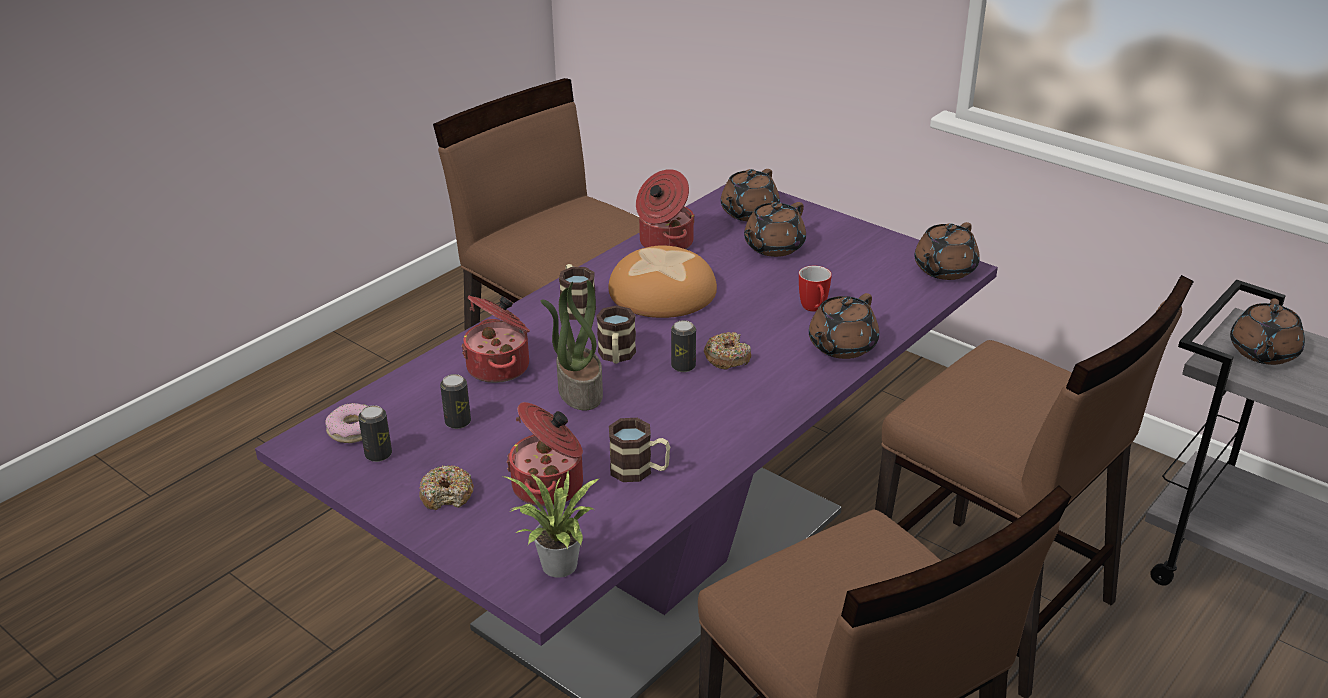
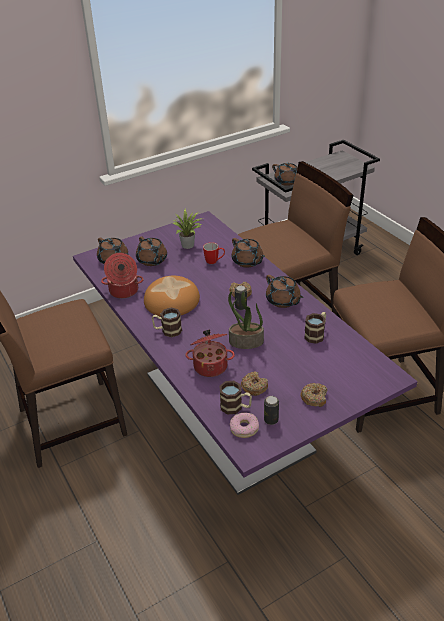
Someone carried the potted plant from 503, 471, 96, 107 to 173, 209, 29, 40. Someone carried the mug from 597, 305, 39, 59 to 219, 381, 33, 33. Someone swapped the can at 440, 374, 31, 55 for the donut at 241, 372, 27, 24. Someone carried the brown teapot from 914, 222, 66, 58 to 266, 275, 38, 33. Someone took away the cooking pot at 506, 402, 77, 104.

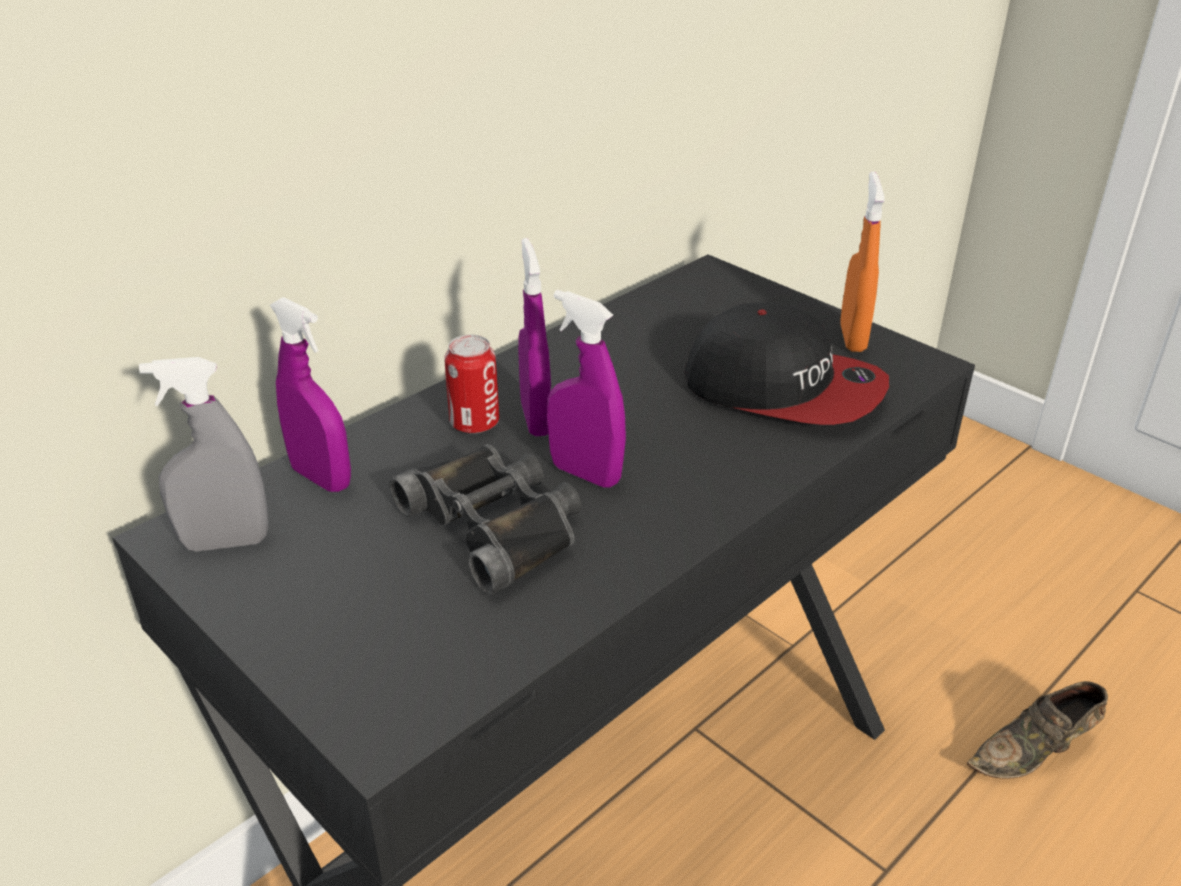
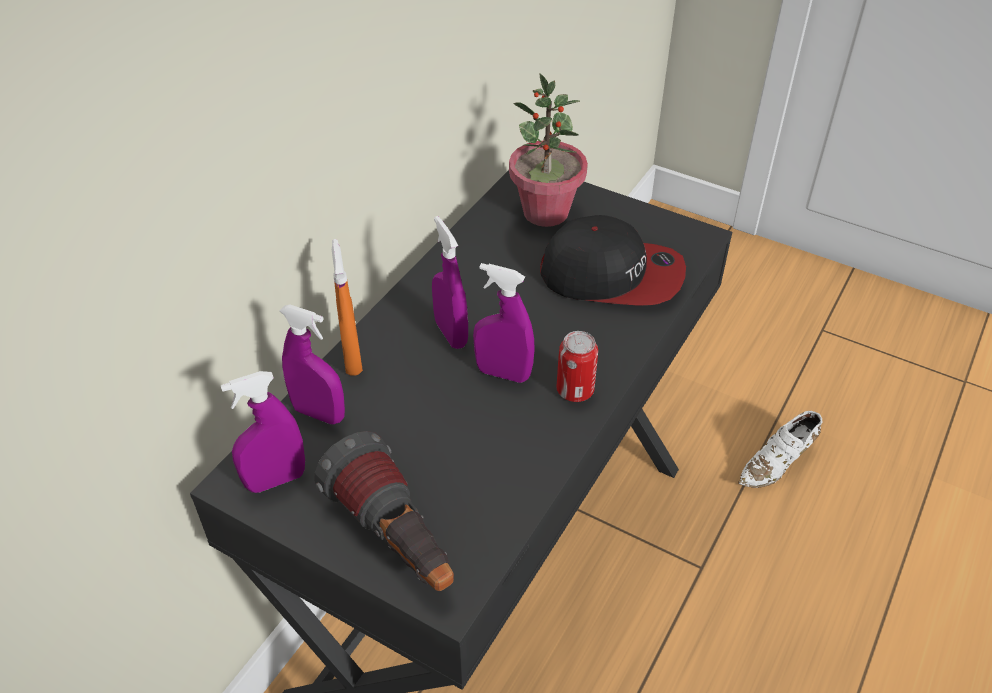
Someone repainted the grey spray bottle at 139, 357, 130, 195, which became the purple spray bottle at 221, 371, 84, 122. Someone put down the flashlight at 315, 431, 139, 160. Someone carried the orange spray bottle from 840, 172, 45, 180 to 332, 239, 31, 137. Someone put down the potted plant at 509, 73, 79, 154. Someone carried the can from 444, 335, 55, 99 to 556, 331, 42, 71. Someone repainted the brown shoe at 967, 681, 141, 98, which became the white shoe at 739, 411, 83, 77. Someone took away the black binoculars at 390, 444, 191, 151.

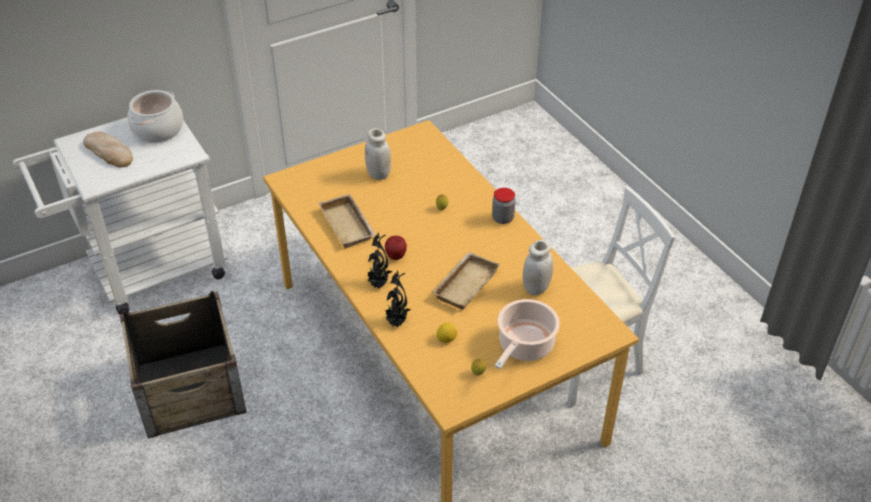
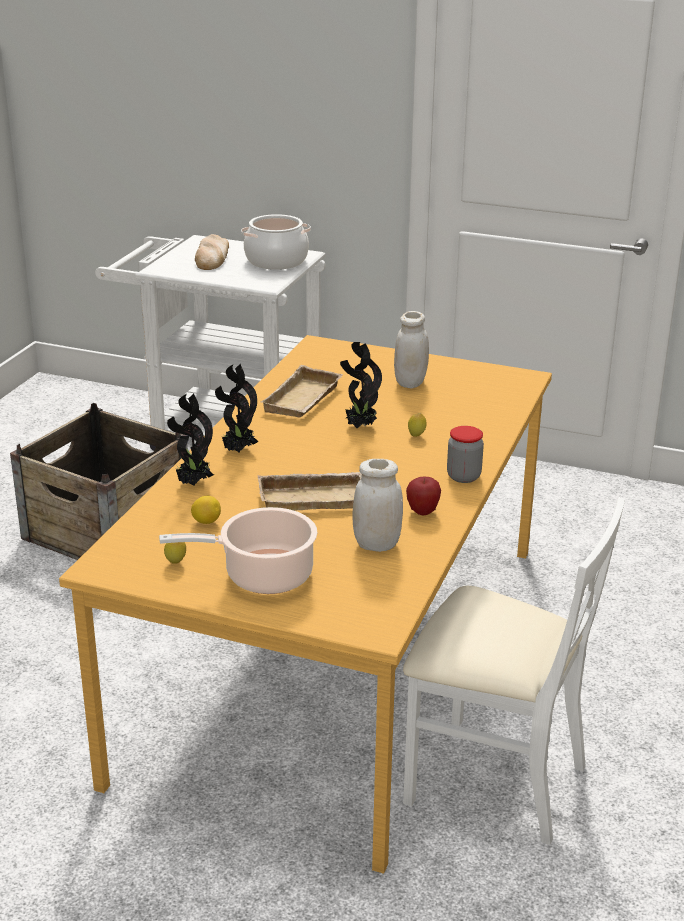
Someone put down the potted plant at 340, 342, 42, 86. Someone carried the apple from 385, 236, 22, 24 to 406, 477, 35, 38.

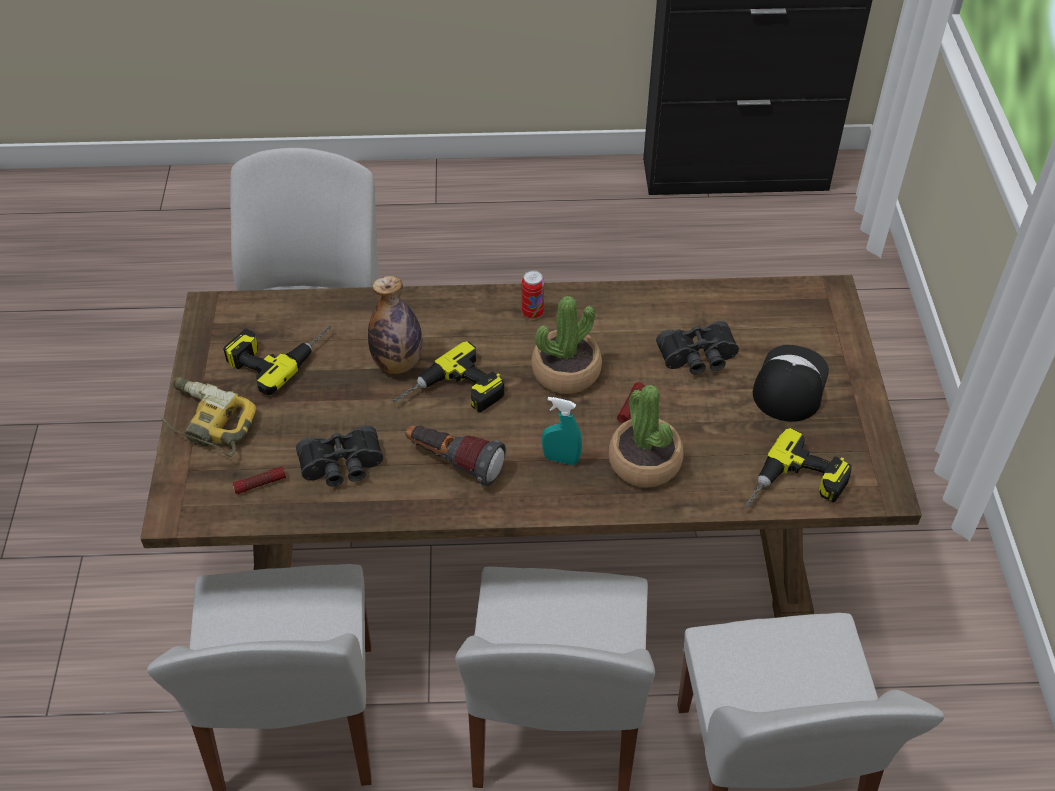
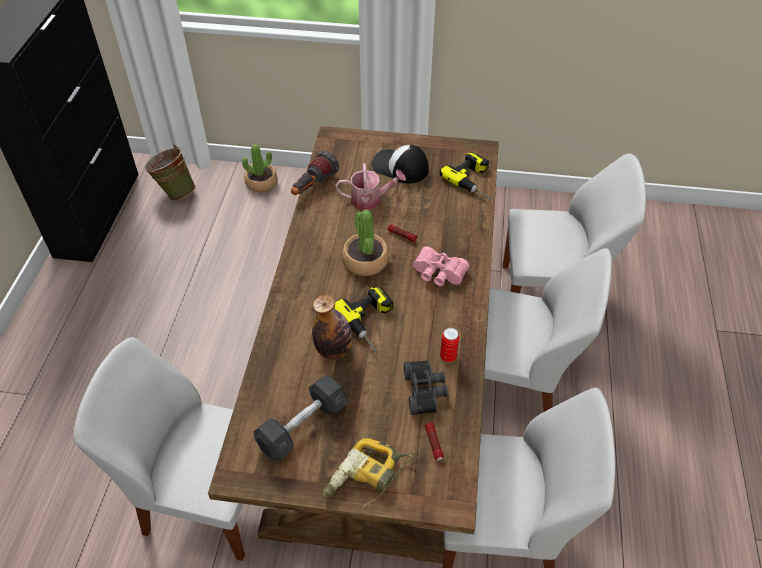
Someone put down the green bucket at 144, 145, 52, 56. Someone carried the potted plant from 608, 385, 76, 103 to 242, 144, 35, 48. Someone swapped the power drill at 223, 326, 108, 69 for the grey dumbbell at 254, 375, 94, 86. Someone carried the flashlight from 405, 425, 101, 62 to 291, 151, 48, 44. Someone swapped the black binoculars at 656, 321, 83, 53 for the watering can at 336, 163, 70, 47. Someone swapped the turquoise spray bottle at 542, 397, 40, 68 for the pink binoculars at 413, 246, 57, 40. Someone carried the can from 522, 270, 22, 49 to 440, 328, 19, 34.

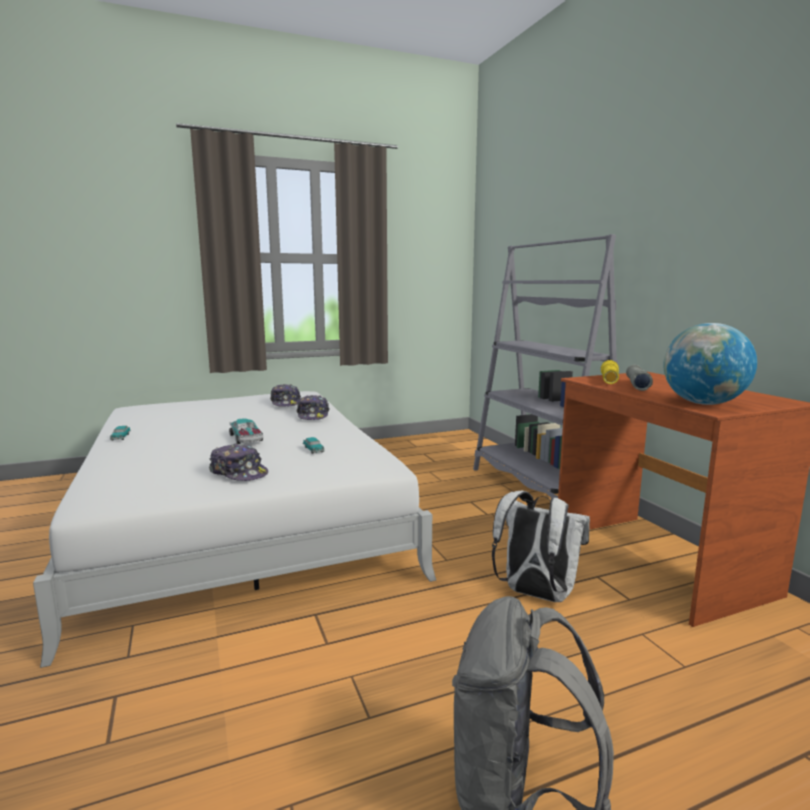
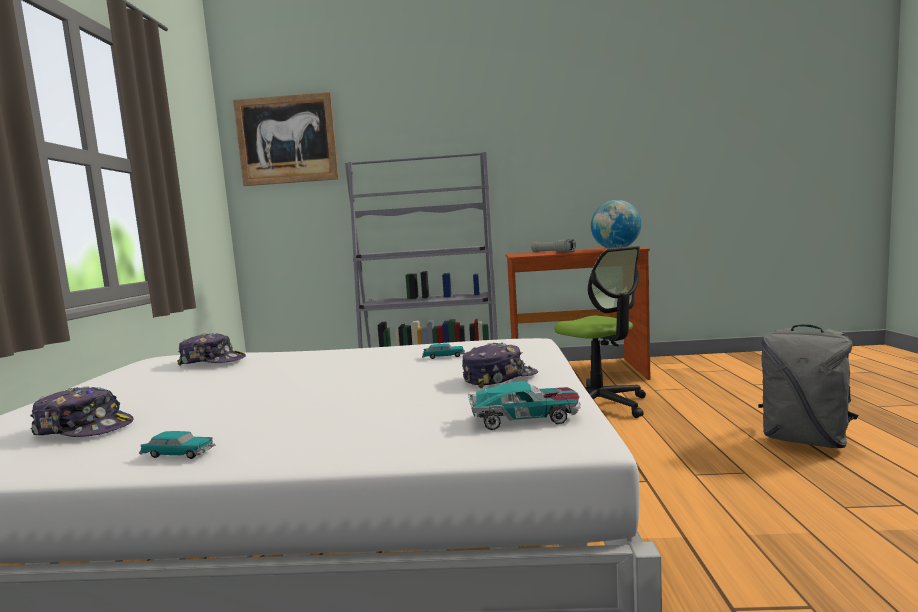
Someone carried the cap from 297, 395, 33, 25 to 30, 387, 103, 50. Someone put up the picture at 233, 92, 106, 94. Someone carried the toy car from 229, 418, 34, 26 to 468, 381, 113, 49. Someone swapped the white backpack at 492, 491, 98, 111 for the office chair at 554, 246, 92, 172. Someone took away the yellow flashlight at 601, 360, 18, 24.

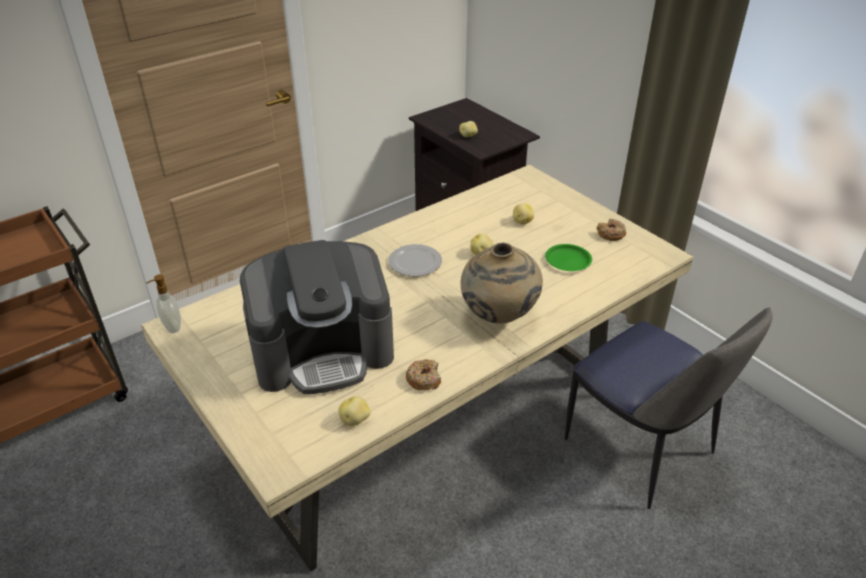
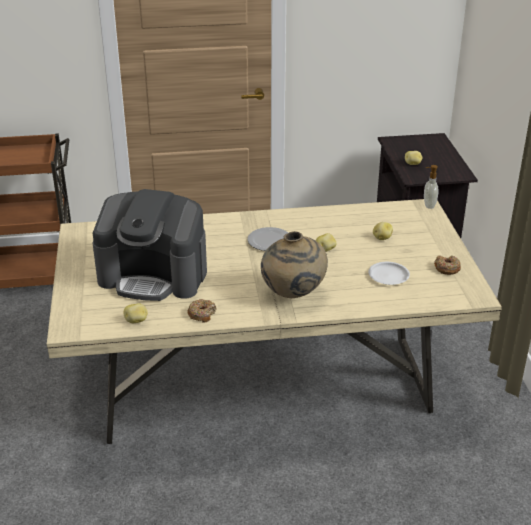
Someone repainted the green plate at 545, 244, 47, 27, which became the white plate at 368, 262, 42, 23. Someone carried the soap dispenser from 147, 274, 34, 59 to 424, 165, 15, 44. Someone took away the chair at 565, 308, 208, 201.

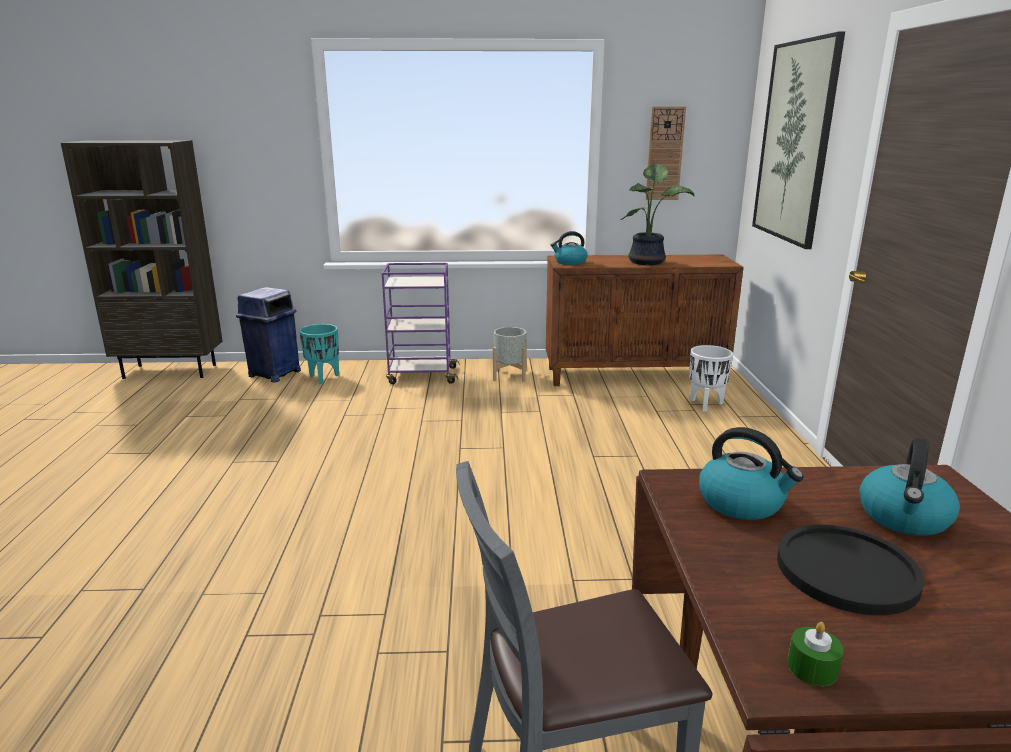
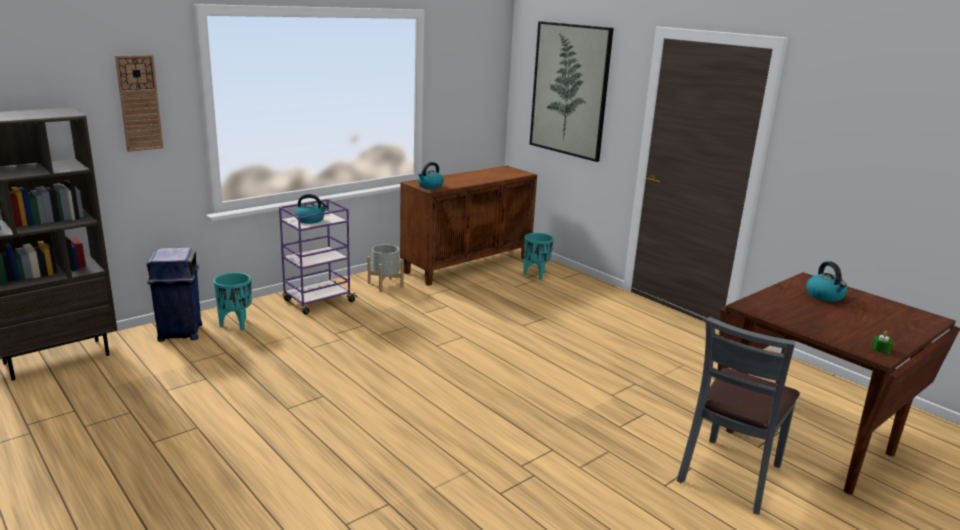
Someone carried the wall clock from 645, 107, 41, 93 to 115, 55, 48, 97. Someone carried the kettle from 699, 427, 104, 93 to 295, 194, 33, 30. Someone repainted the white planter at 689, 345, 44, 67, which became the turquoise planter at 524, 233, 30, 47. Someone took away the potted plant at 621, 163, 73, 102. Someone took away the black plate at 777, 525, 148, 90.

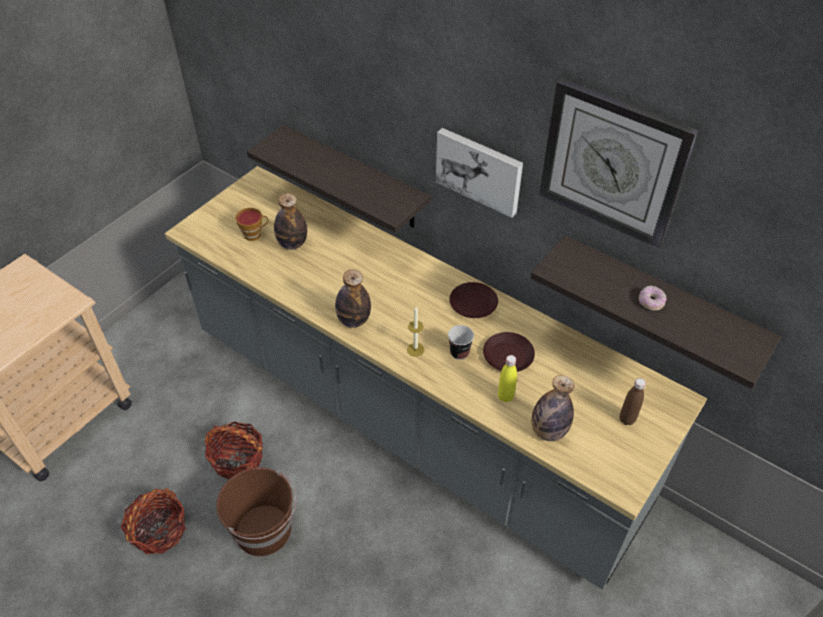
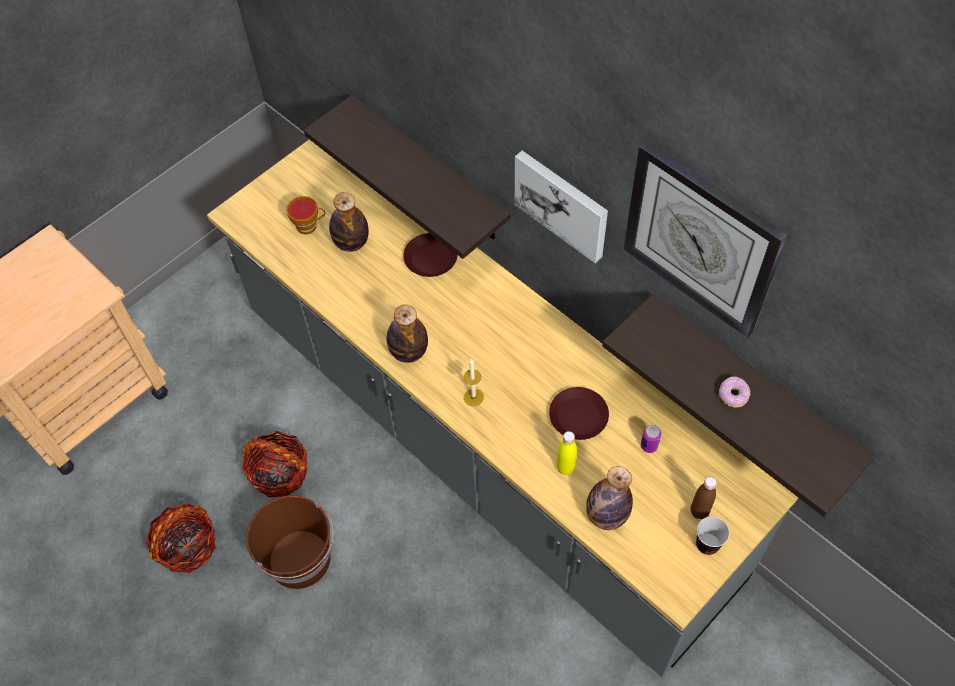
Someone carried the brown plate from 450, 282, 48, 36 to 403, 233, 55, 44. Someone put down the can at 641, 425, 20, 28. Someone carried the cup from 448, 325, 26, 35 to 696, 516, 34, 39.

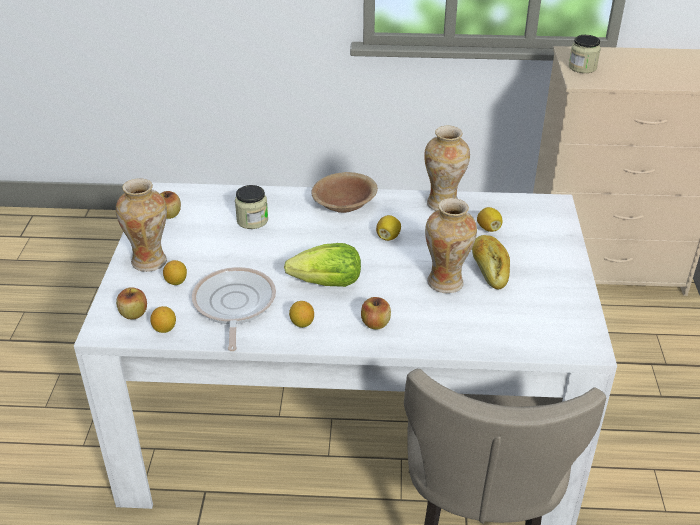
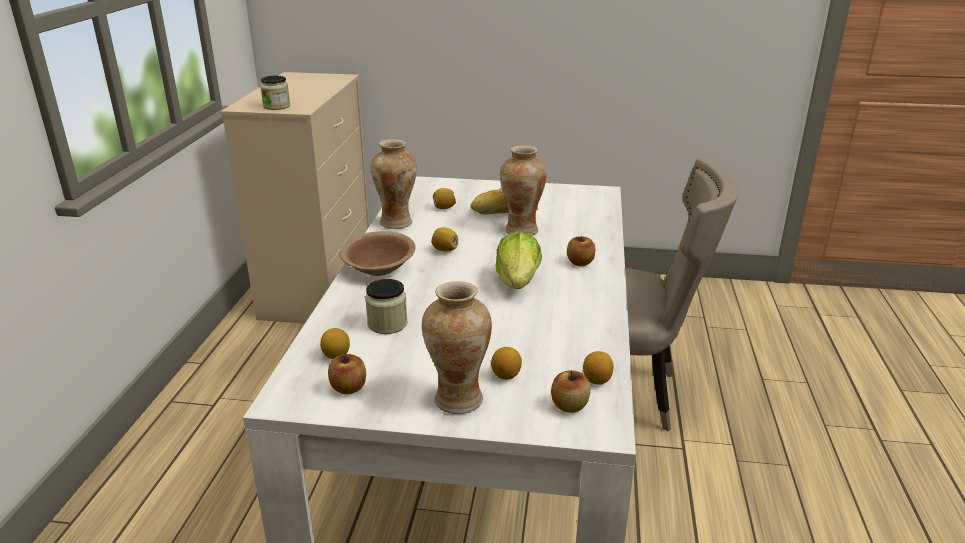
Someone carried the lemon from 289, 301, 25, 27 to 320, 328, 30, 31. Someone took away the frying pan at 192, 267, 84, 84.

